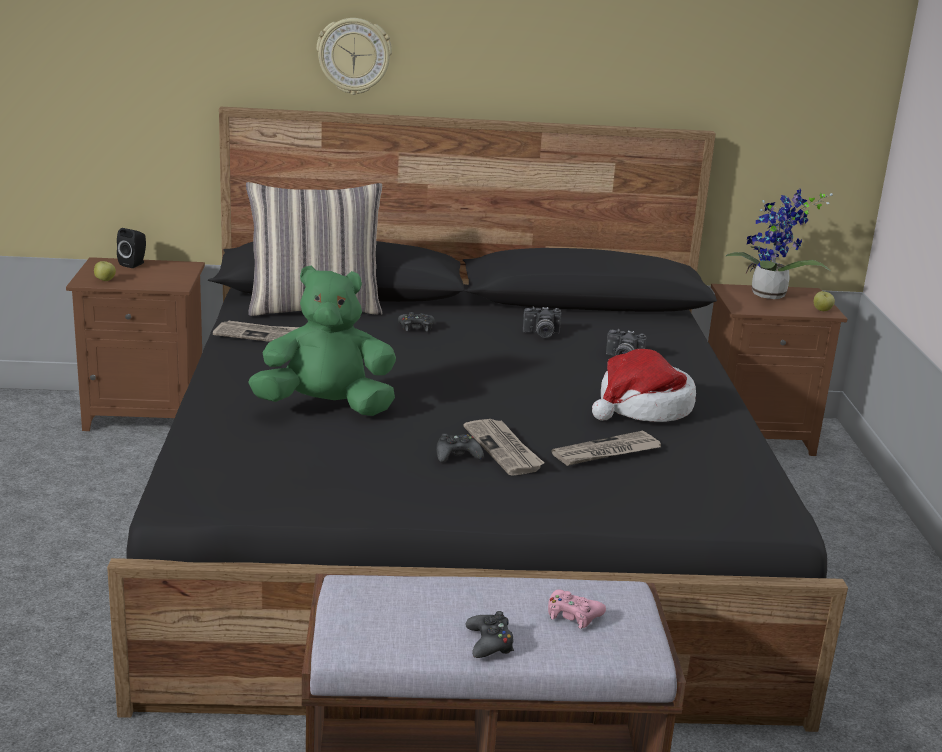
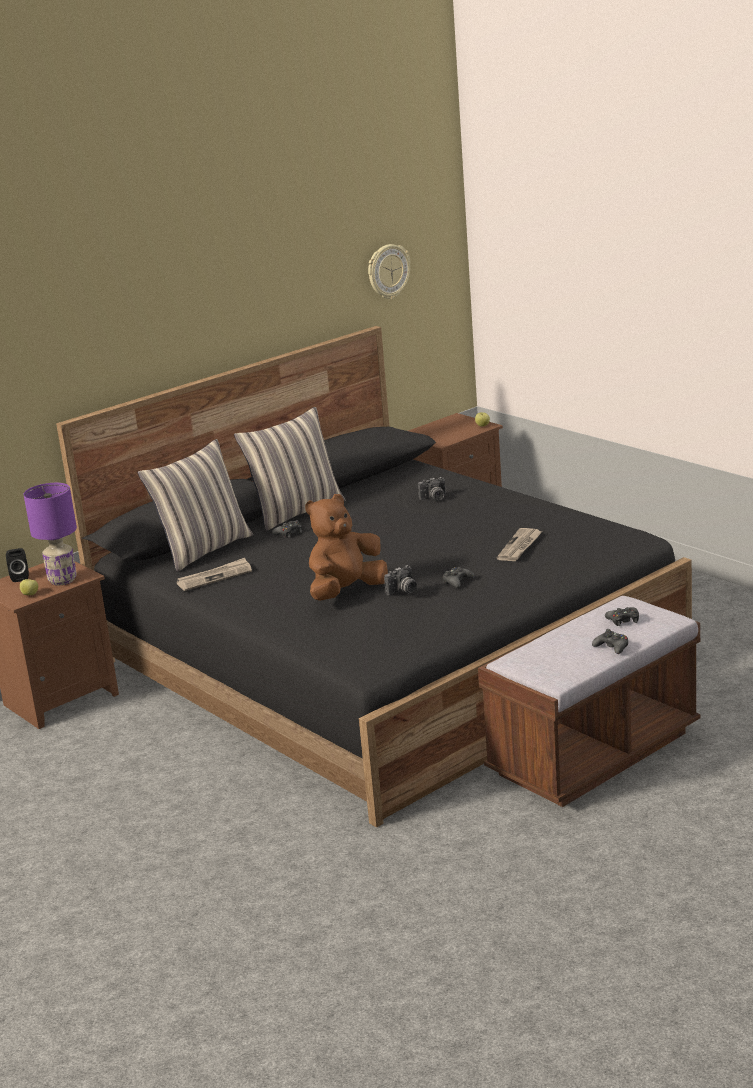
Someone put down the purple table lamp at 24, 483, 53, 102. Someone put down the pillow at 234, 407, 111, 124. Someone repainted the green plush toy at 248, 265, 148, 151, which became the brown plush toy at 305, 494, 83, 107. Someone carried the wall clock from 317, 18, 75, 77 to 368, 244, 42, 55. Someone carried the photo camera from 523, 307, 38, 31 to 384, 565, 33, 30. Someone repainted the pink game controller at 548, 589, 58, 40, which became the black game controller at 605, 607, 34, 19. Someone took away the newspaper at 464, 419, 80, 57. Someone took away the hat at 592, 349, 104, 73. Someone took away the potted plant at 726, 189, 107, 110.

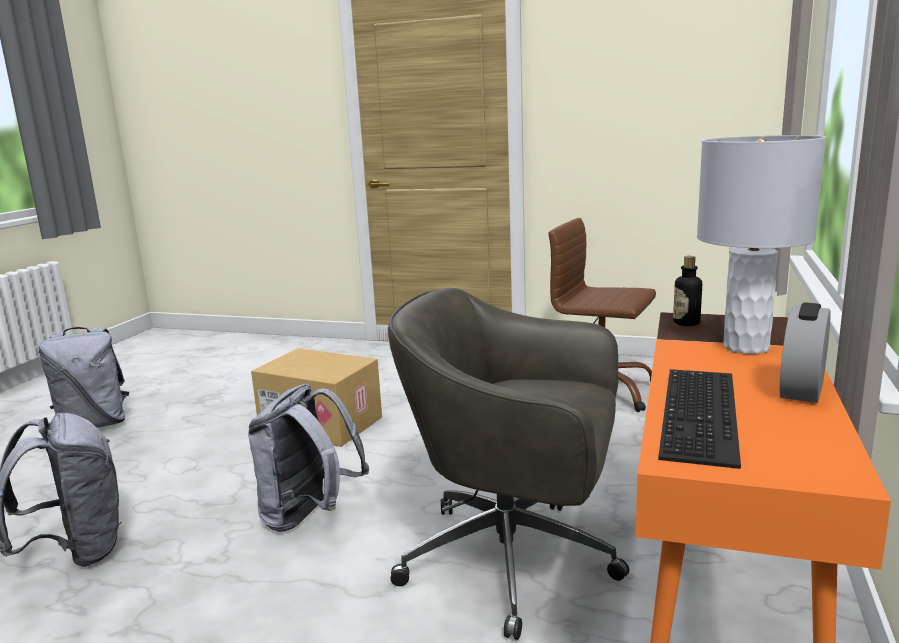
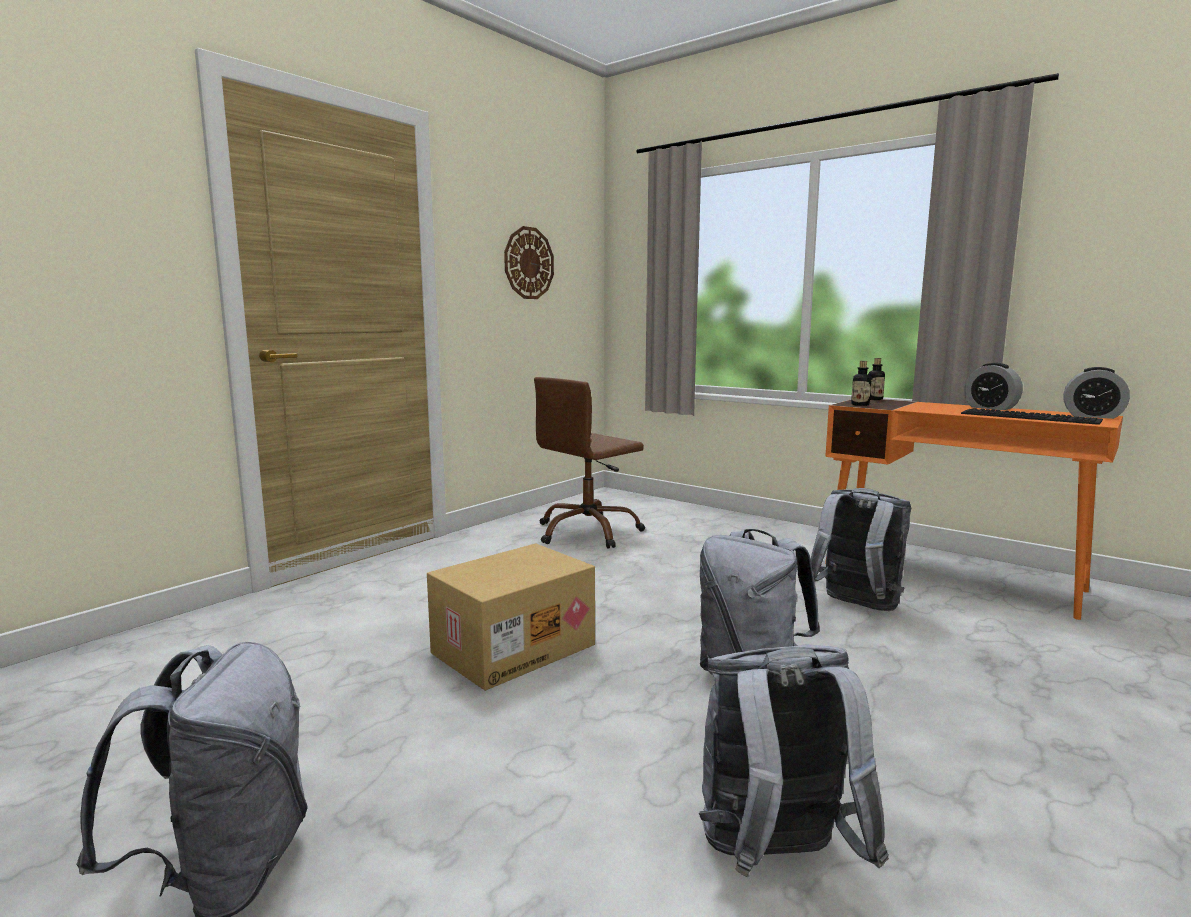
Someone put up the wall clock at 504, 226, 50, 73. Someone swapped the grey office chair at 388, 288, 241, 352 for the grey backpack at 811, 488, 100, 123. Someone put down the bottle at 868, 358, 17, 42. Someone put down the alarm clock at 1063, 367, 67, 52. Someone took away the grey table lamp at 697, 135, 129, 219.

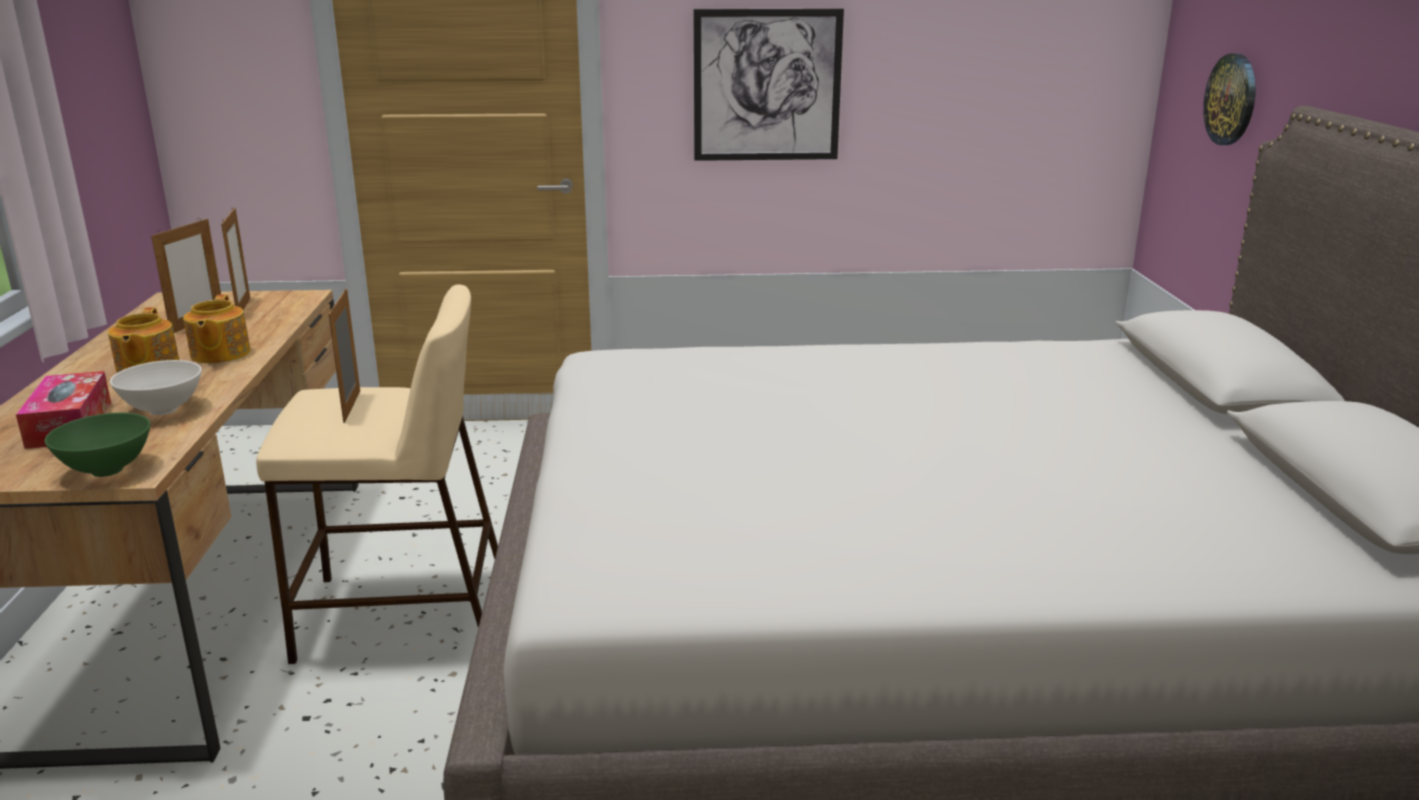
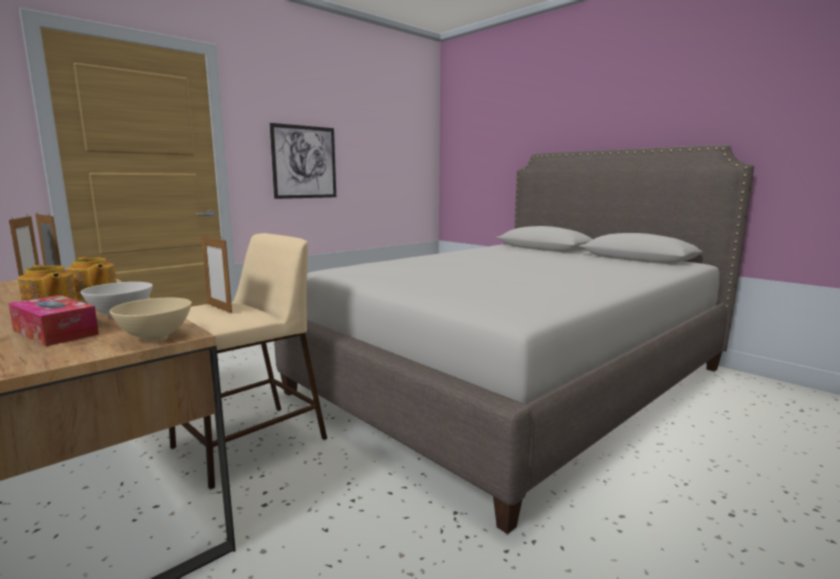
Someone repainted the green bowl at 45, 413, 105, 64, which became the beige bowl at 110, 298, 82, 44. Someone took away the wall clock at 1203, 53, 53, 92.

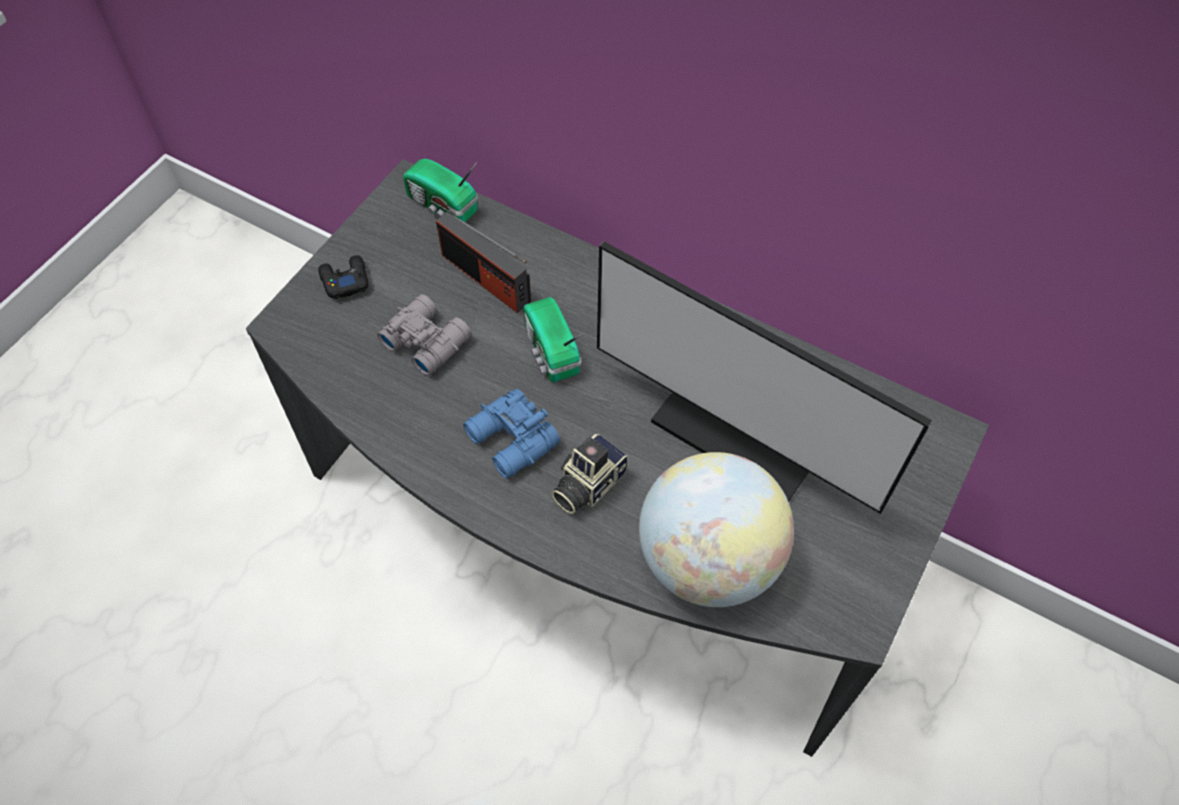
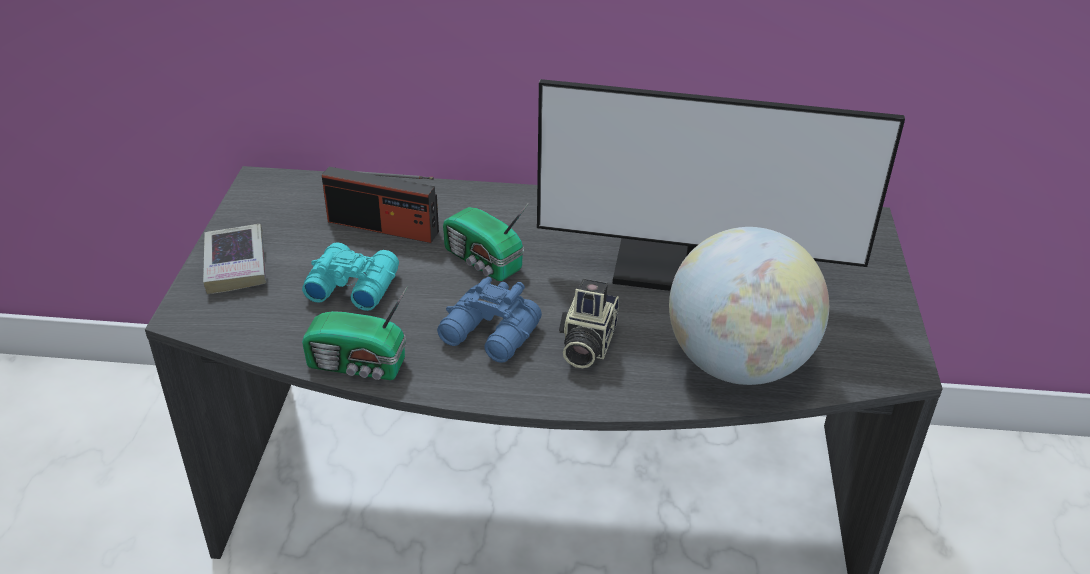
Someone swapped the black game controller at 318, 255, 50, 44 for the book at 203, 224, 63, 70. Someone repainted the grey binoculars at 377, 294, 94, 82, which became the turquoise binoculars at 302, 243, 97, 68. Someone carried the radio from 403, 159, 75, 63 to 302, 286, 106, 94.

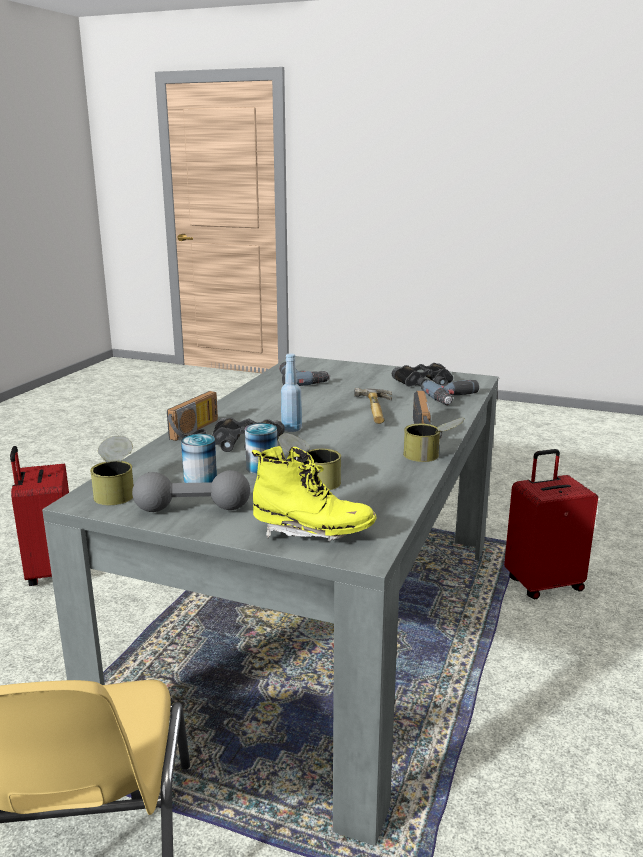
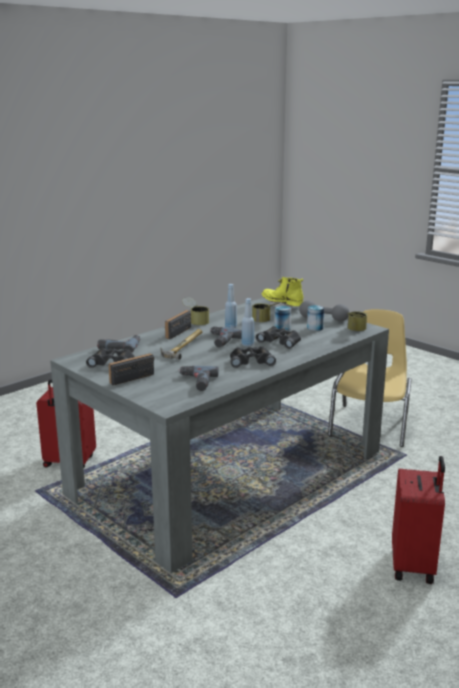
Someone carried the radio from 167, 391, 51, 50 to 108, 353, 47, 32. Someone put down the power drill at 210, 327, 32, 21. Someone put down the blue bottle at 225, 284, 12, 44. Someone put down the black binoculars at 230, 346, 46, 22.

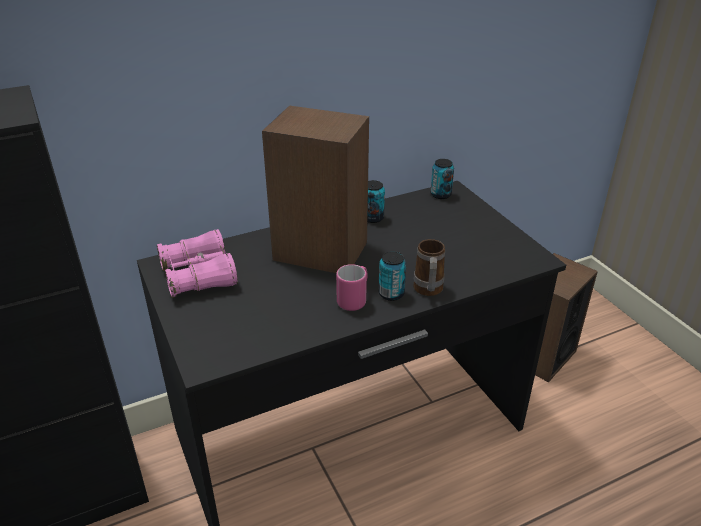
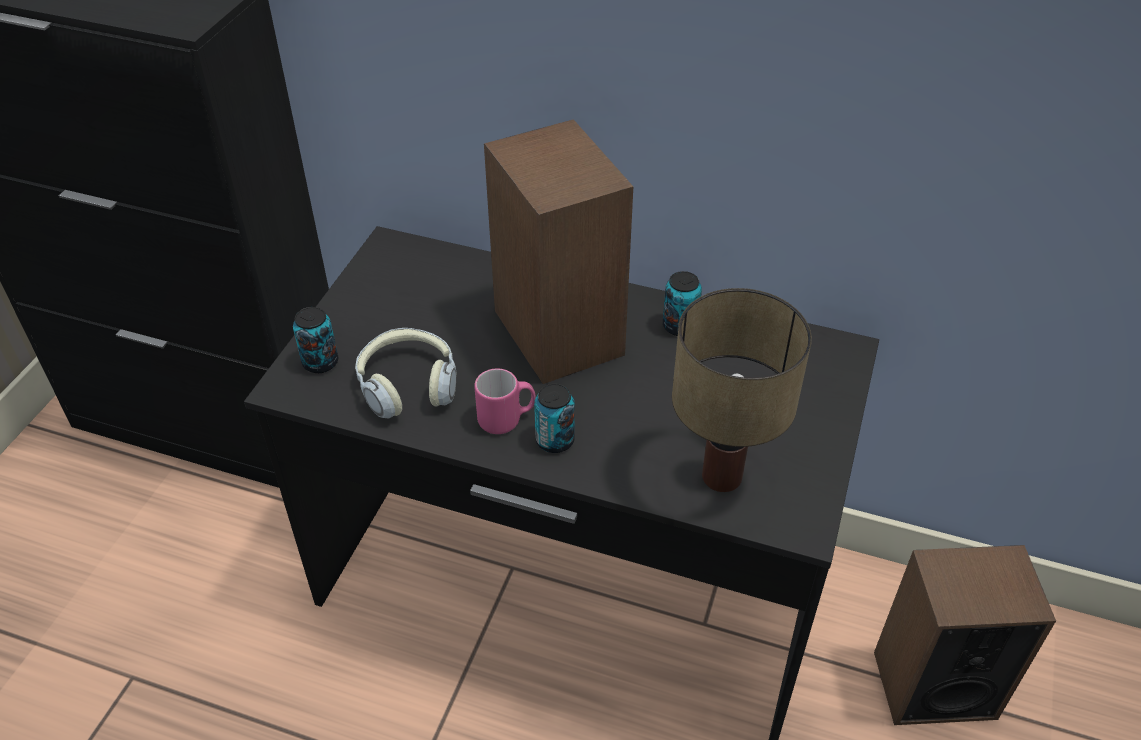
Someone carried the can from 431, 159, 23, 40 to 293, 307, 45, 66. Someone put down the headphones at 355, 328, 101, 91. Someone put down the table lamp at 672, 288, 140, 204. Someone took away the pink binoculars at 157, 229, 81, 69. Someone took away the mug at 413, 239, 32, 57.

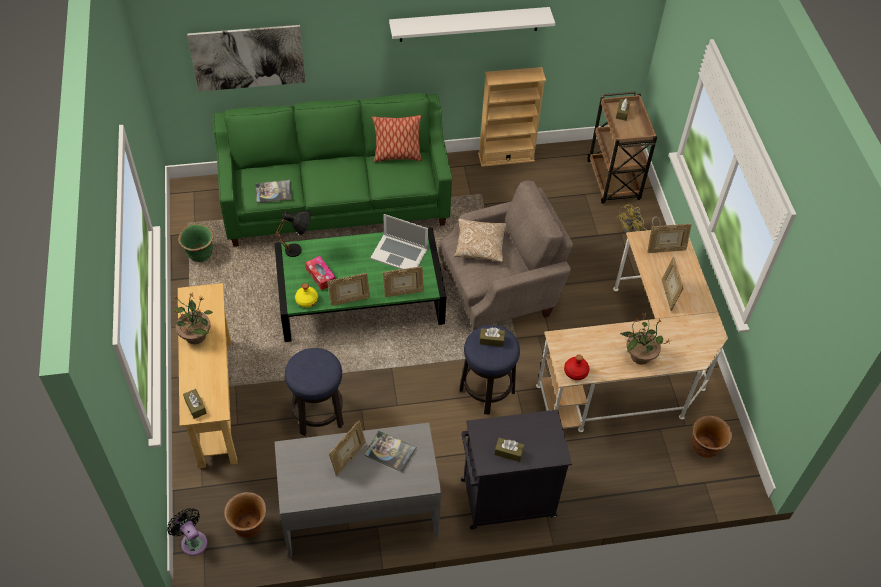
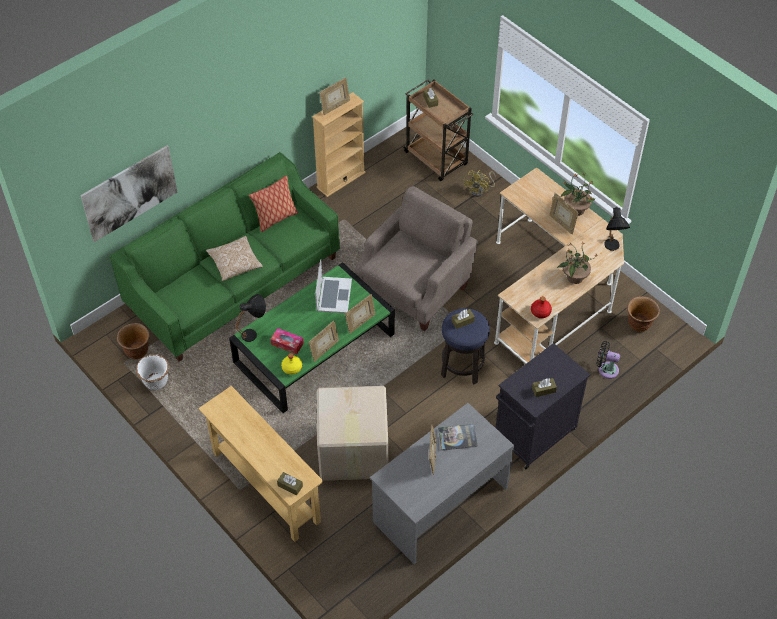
Someone carried the brown planter from 224, 492, 42, 46 to 117, 323, 33, 36. Someone repainted the green planter at 178, 224, 36, 38, which became the white planter at 136, 354, 33, 36. Someone carried the pillow from 454, 218, 52, 44 to 206, 236, 57, 45. Someone rotated the laptop at 370, 214, 58, 55 by 75 degrees counterclockwise. Someone swapped the stool at 285, 348, 59, 88 for the cardboard box at 317, 386, 71, 95. Someone carried the picture frame from 647, 224, 45, 29 to 319, 77, 31, 38. Someone carried the potted plant from 173, 293, 40, 51 to 561, 173, 34, 43. Someone carried the black fan from 167, 508, 40, 48 to 597, 341, 23, 38. Someone put down the black table lamp at 604, 207, 26, 44. Someone took away the book at 255, 180, 37, 23. Someone took away the white shelf at 389, 7, 166, 35.

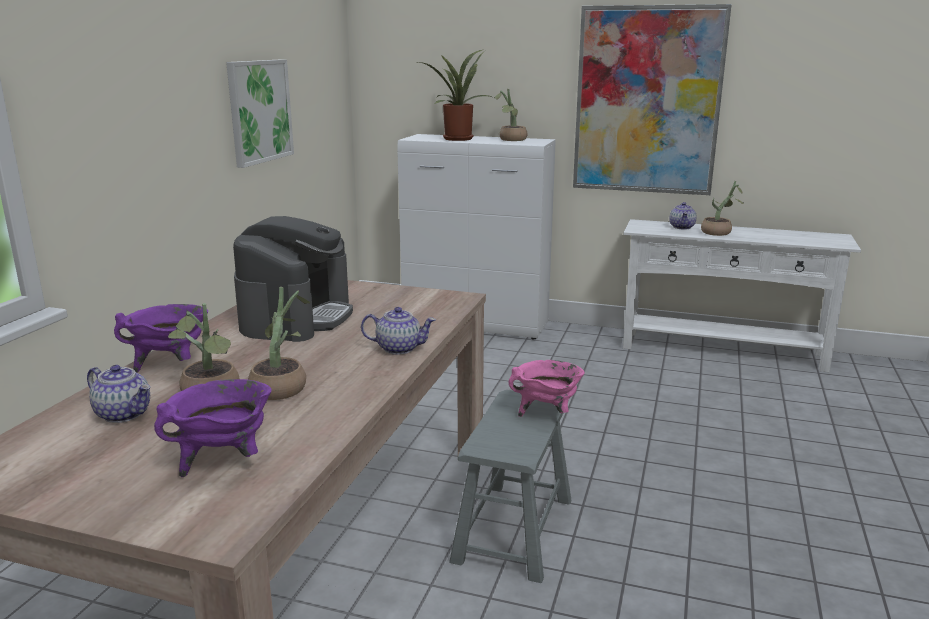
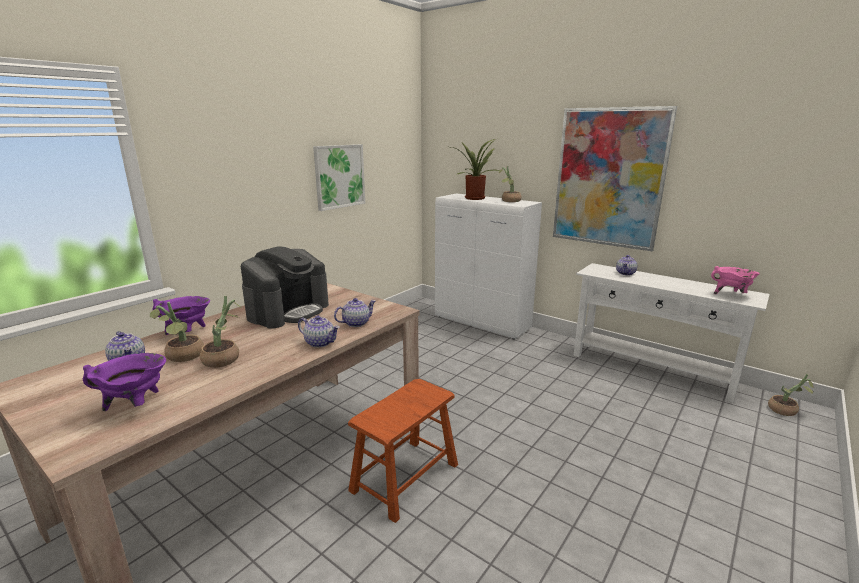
Someone put down the teapot at 334, 298, 42, 29. Someone repainted the grey stool at 449, 390, 123, 193, which became the brown stool at 348, 379, 110, 144. Someone carried the pink cooking pot from 508, 360, 77, 57 to 711, 266, 49, 28. Someone carried the potted plant from 701, 181, 42, 55 to 768, 374, 46, 42.

